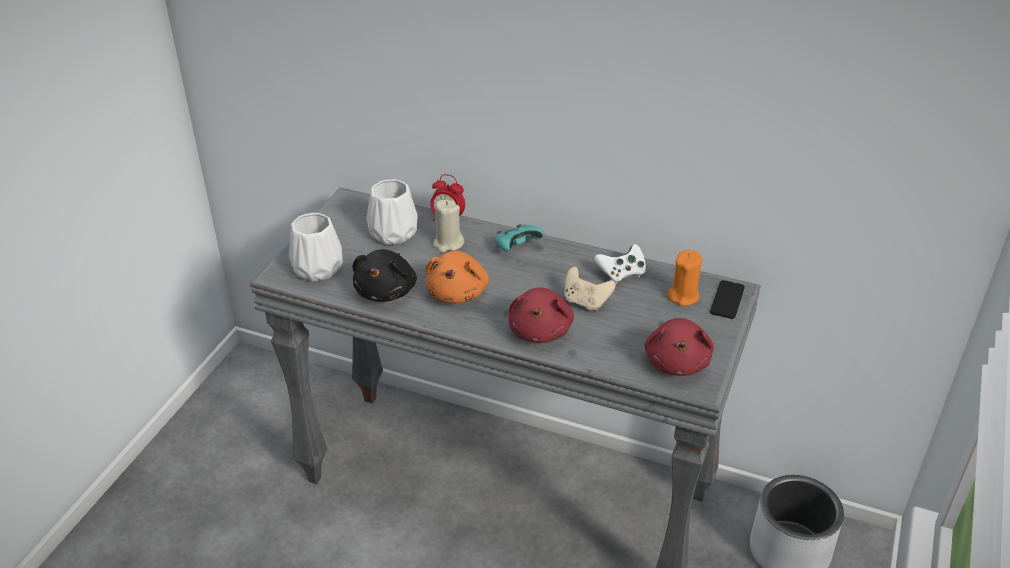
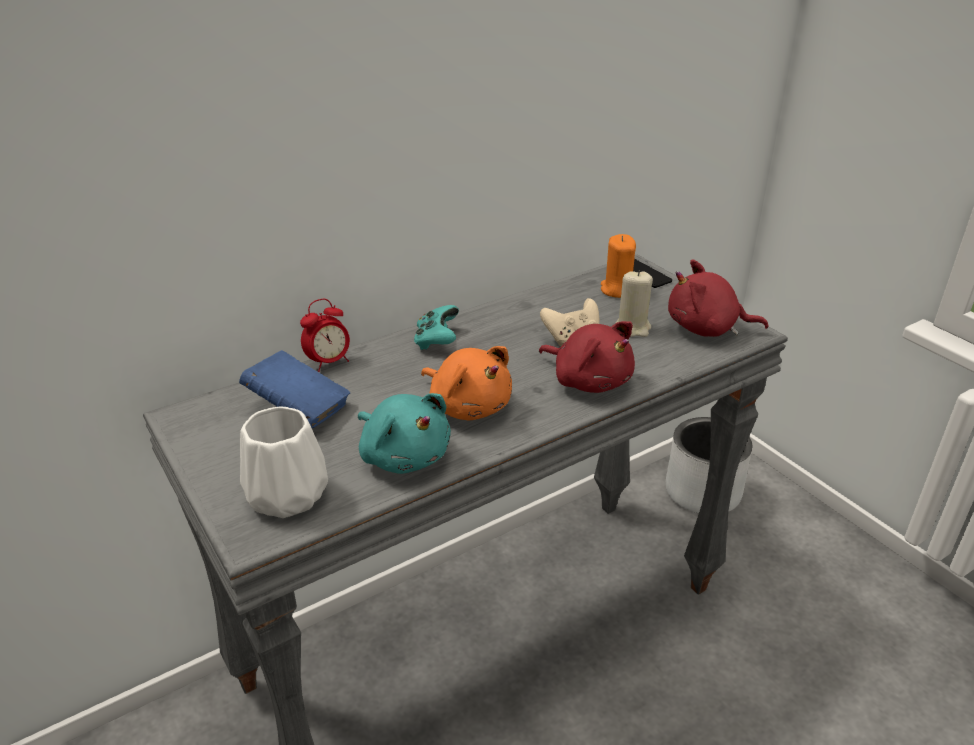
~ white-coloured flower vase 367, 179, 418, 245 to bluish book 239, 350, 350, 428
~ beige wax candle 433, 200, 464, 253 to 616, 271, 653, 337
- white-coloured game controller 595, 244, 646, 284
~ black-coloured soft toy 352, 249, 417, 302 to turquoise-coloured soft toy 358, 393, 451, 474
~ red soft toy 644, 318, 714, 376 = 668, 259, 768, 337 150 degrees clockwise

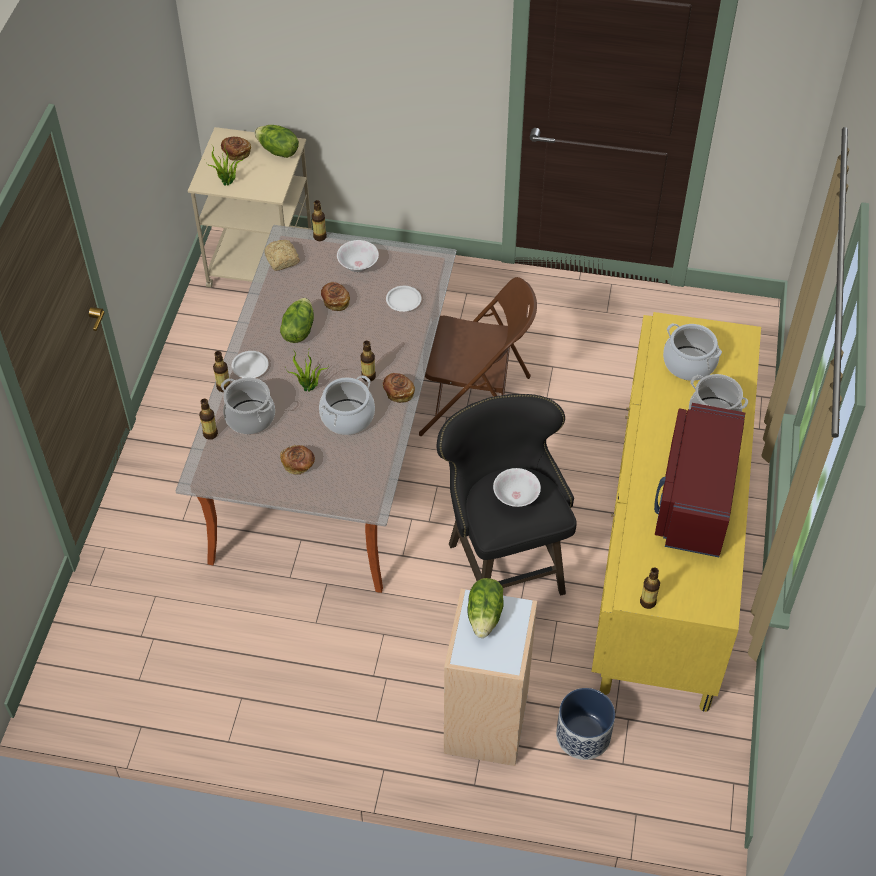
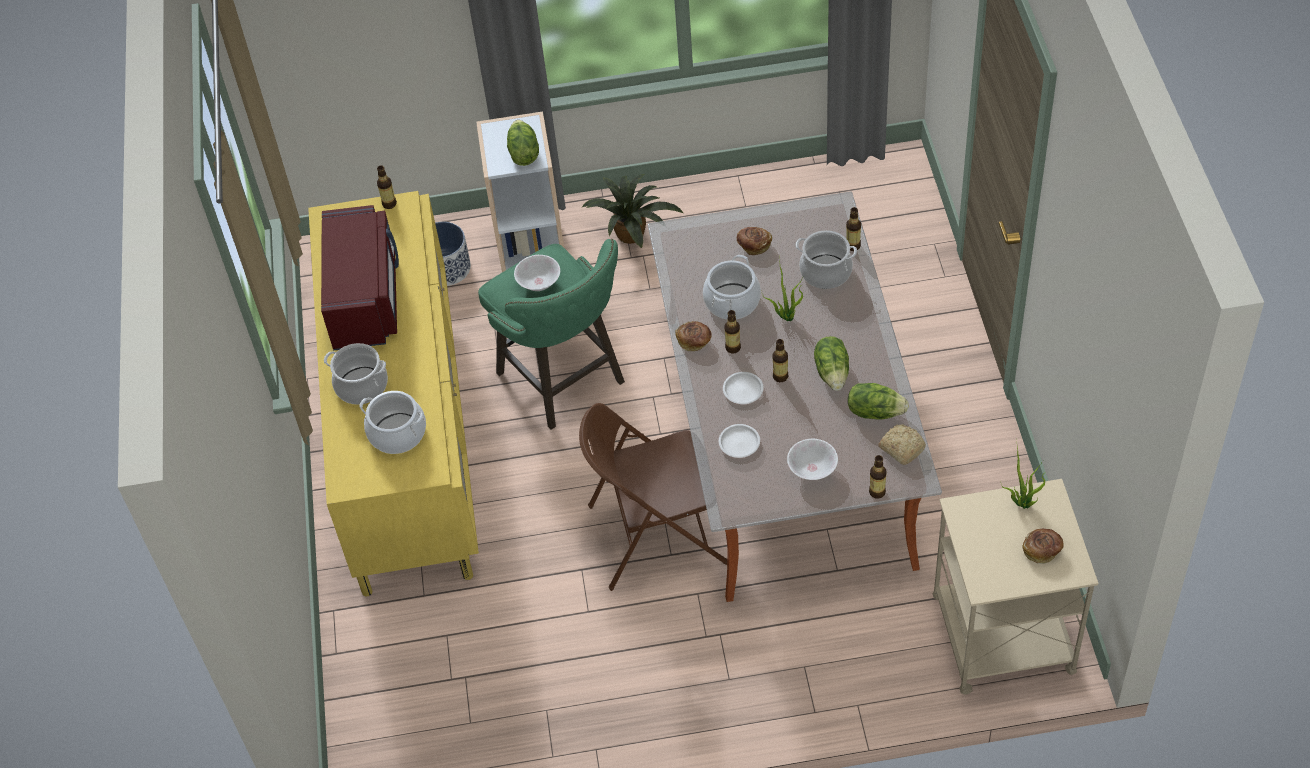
~ lettuce head 254, 125, 299, 158 to 848, 383, 909, 419
- bread 321, 282, 350, 311
~ beverage bottle 213, 351, 231, 392 to 773, 339, 789, 382
~ white-coloured flat dish 231, 351, 268, 378 to 723, 372, 764, 404
~ black-coloured stool seat 437, 394, 576, 596 to green-coloured stool seat 478, 239, 625, 430
+ potted plant 581, 174, 683, 248

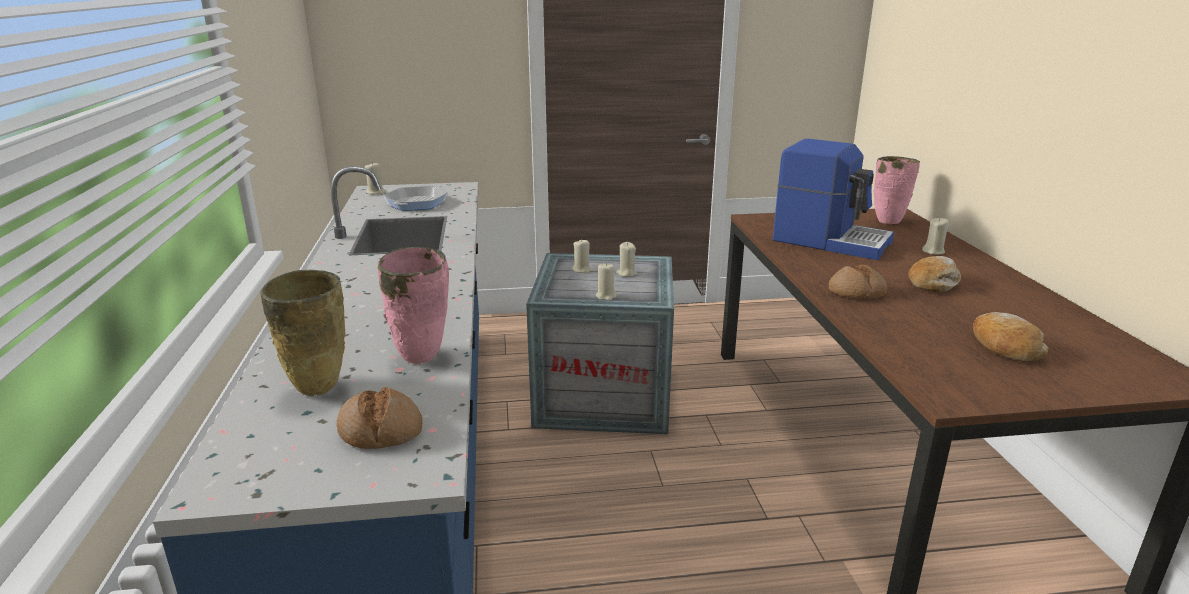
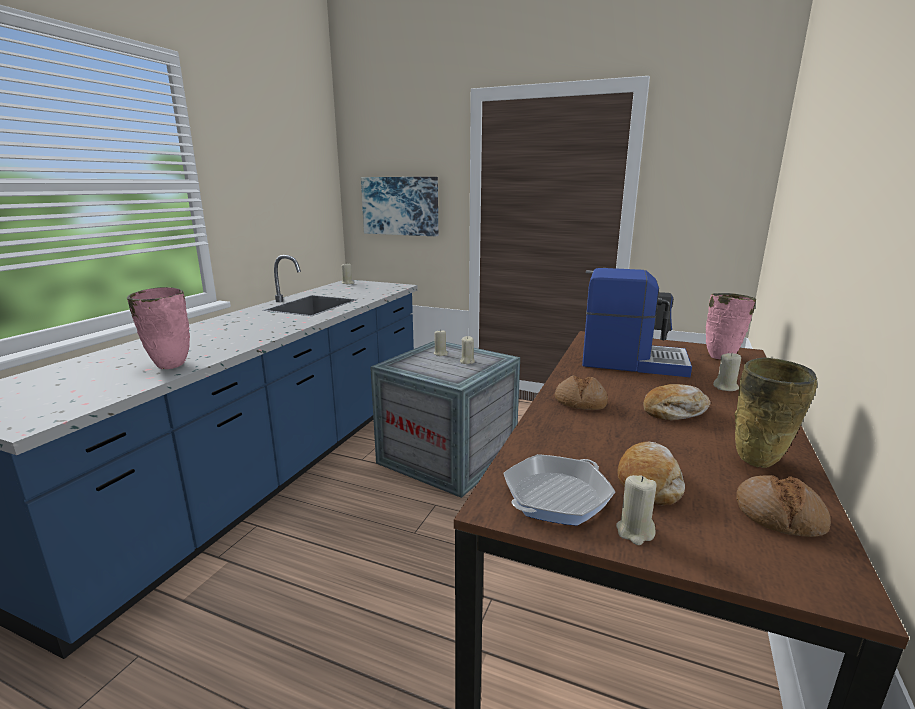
~ coffee brewer 773, 139, 894, 260 = 582, 268, 692, 377 45 degrees counterclockwise
~ frying pan 384, 185, 448, 211 to 503, 454, 615, 526
~ beige wax candle 596, 263, 617, 301 to 616, 475, 656, 545
~ beige flower vase 260, 270, 345, 396 to 734, 358, 817, 468
~ bread 337, 387, 422, 449 to 736, 475, 831, 537
+ wall picture 361, 177, 438, 236

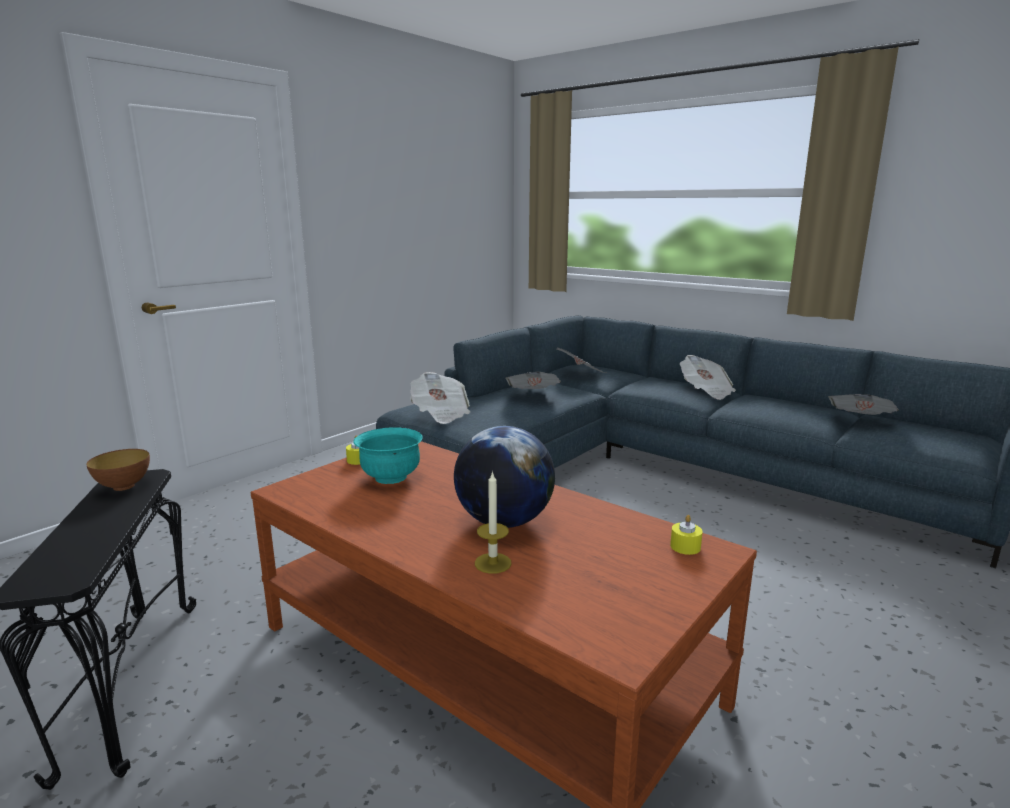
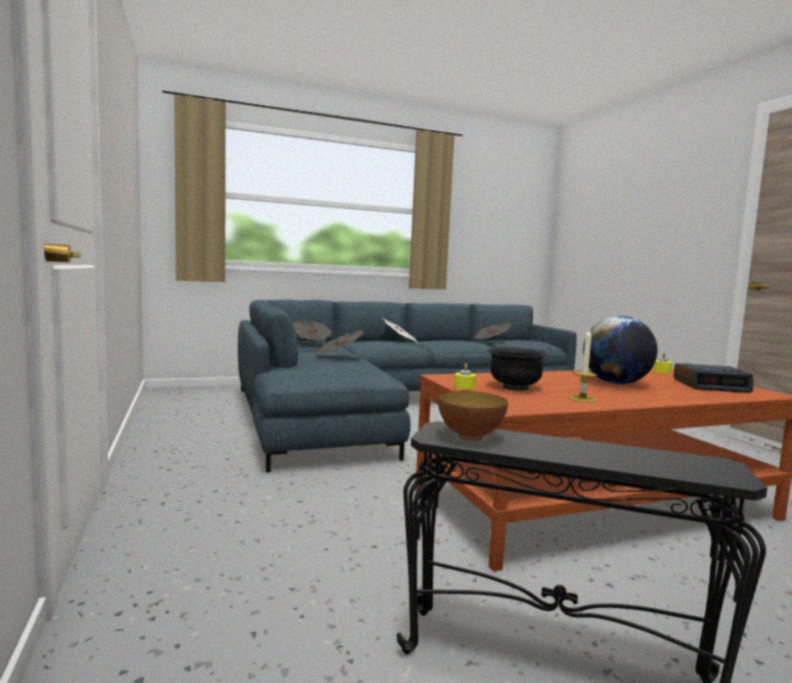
- printed paper 410, 372, 470, 424
~ turquoise-coloured deep dish 353, 427, 423, 484 to black-coloured deep dish 488, 347, 548, 390
~ wax candle 475, 471, 512, 574 to 569, 330, 597, 402
+ alarm clock 673, 363, 753, 393

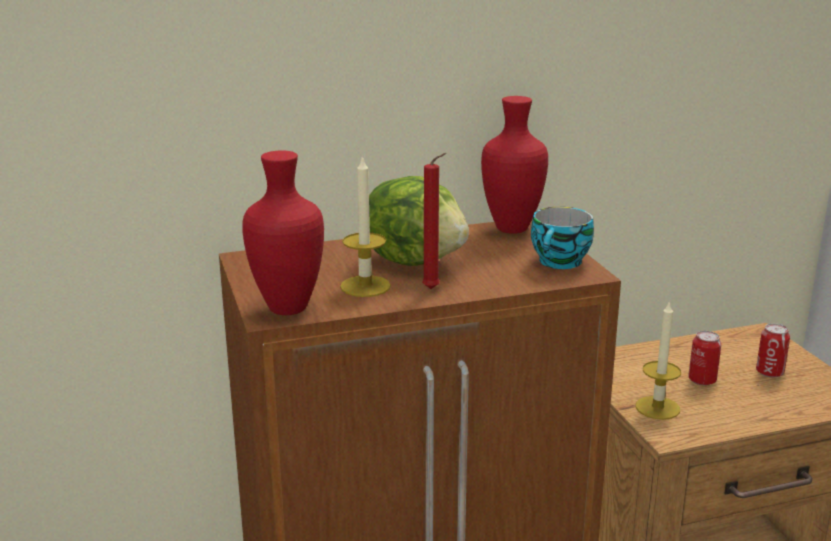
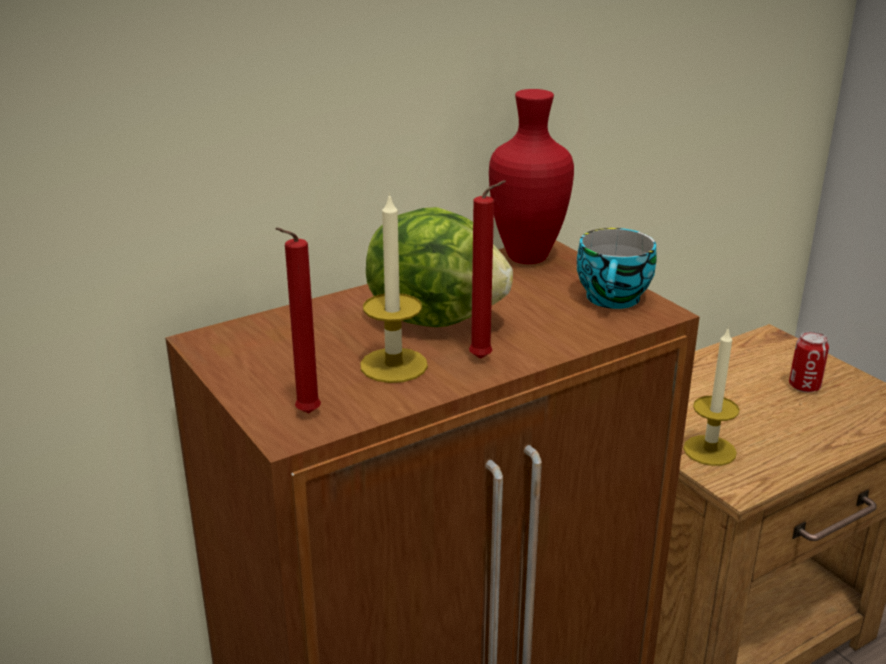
~ red flower vase 242, 150, 324, 315 to red wax candle 275, 228, 321, 413
- can 688, 331, 721, 386

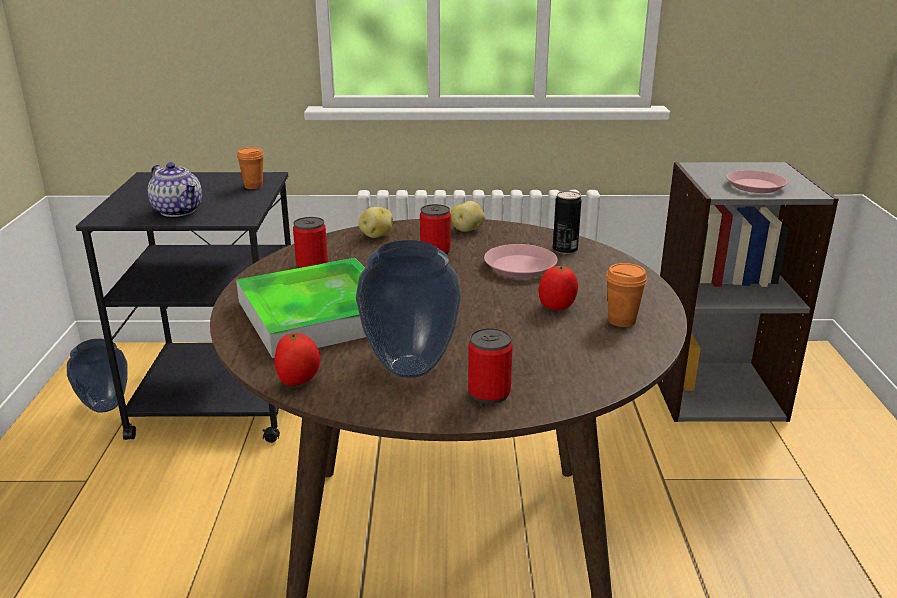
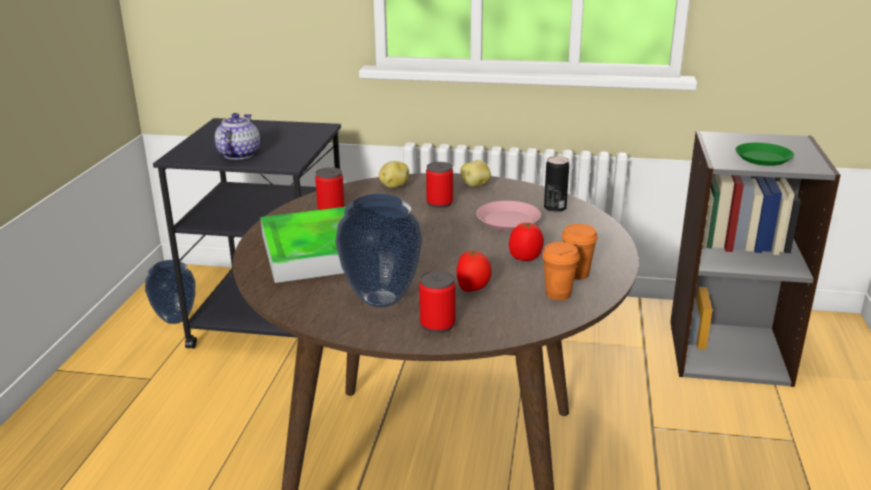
~ orange cup 237, 147, 264, 189 to 542, 242, 580, 300
~ pot for tea 148, 162, 202, 217 = 215, 113, 260, 160 135 degrees counterclockwise
~ pink-coloured flat dish 726, 170, 788, 193 to green-coloured flat dish 735, 143, 794, 166
~ fresh tomato 275, 332, 320, 386 to 457, 250, 492, 292

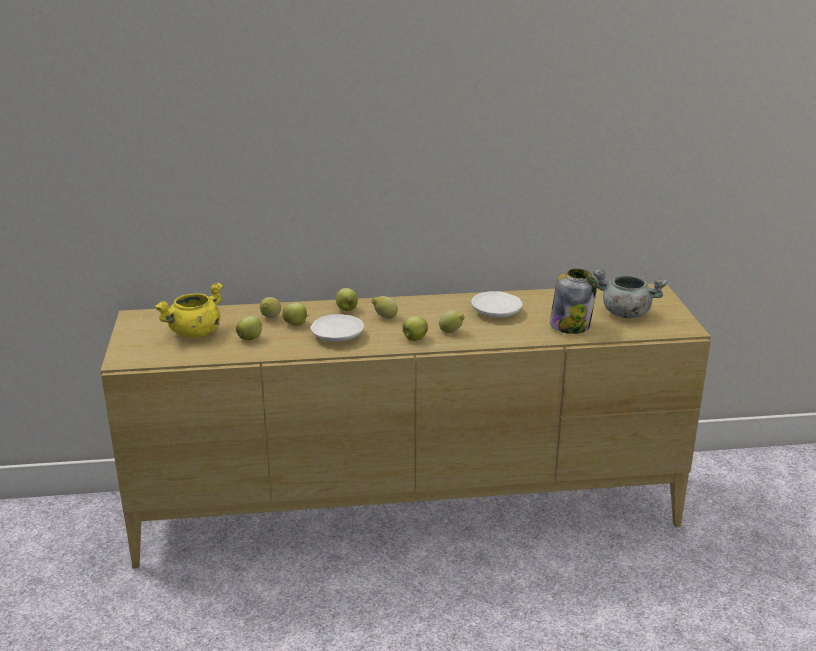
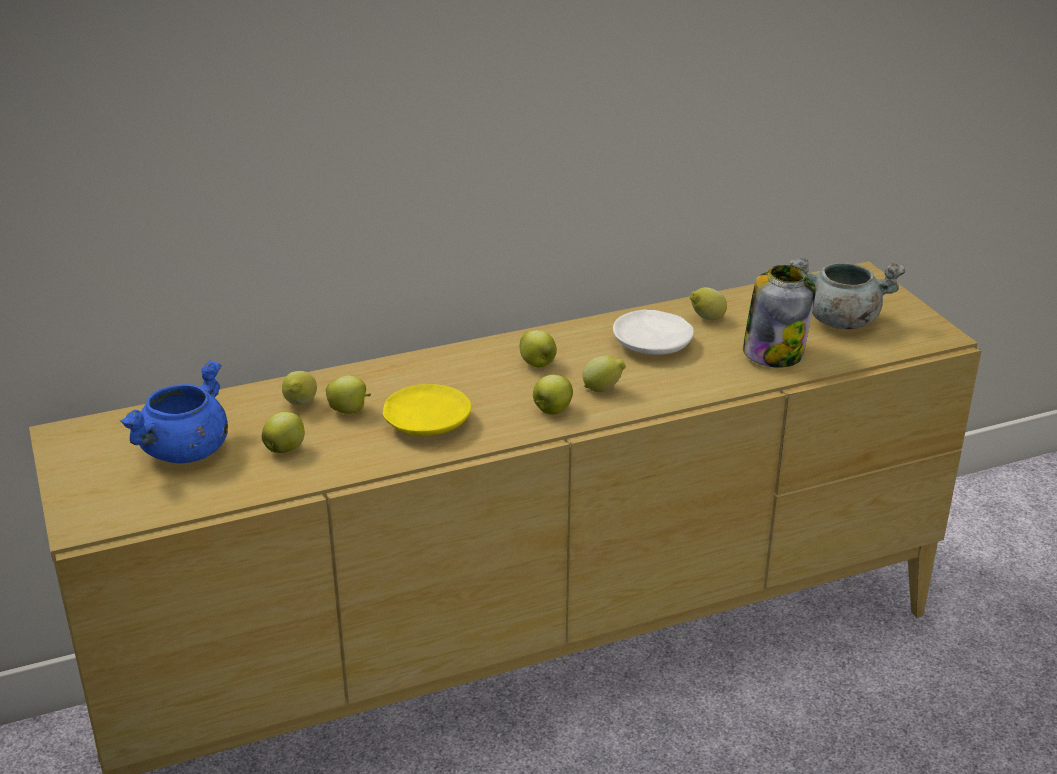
~ yellow-coloured stockpot 155, 283, 223, 338 to bluish stockpot 120, 360, 228, 463
~ whole apple 336, 288, 358, 311 to 520, 330, 557, 368
~ whole lemon 371, 296, 398, 318 to 690, 287, 727, 320
~ white-coloured flat dish 310, 314, 364, 342 to yellow-coloured flat dish 383, 384, 471, 436

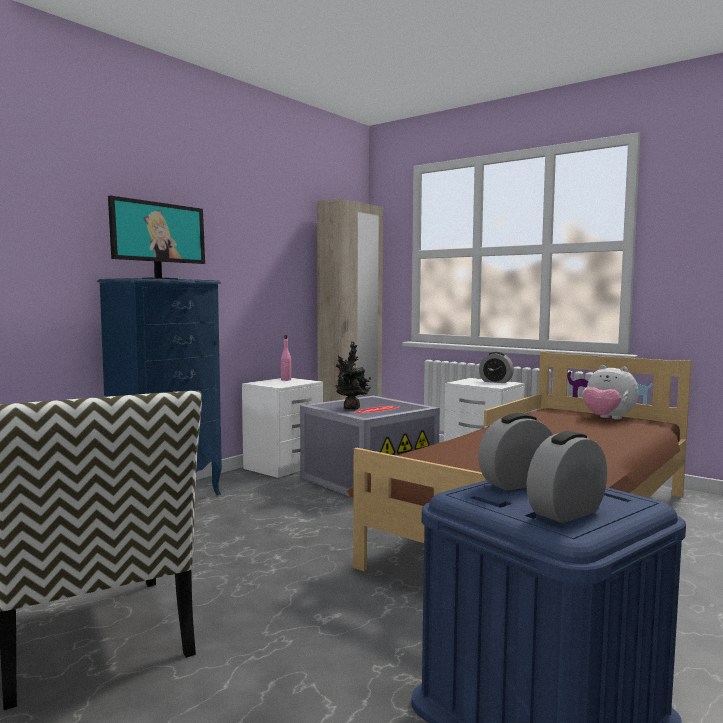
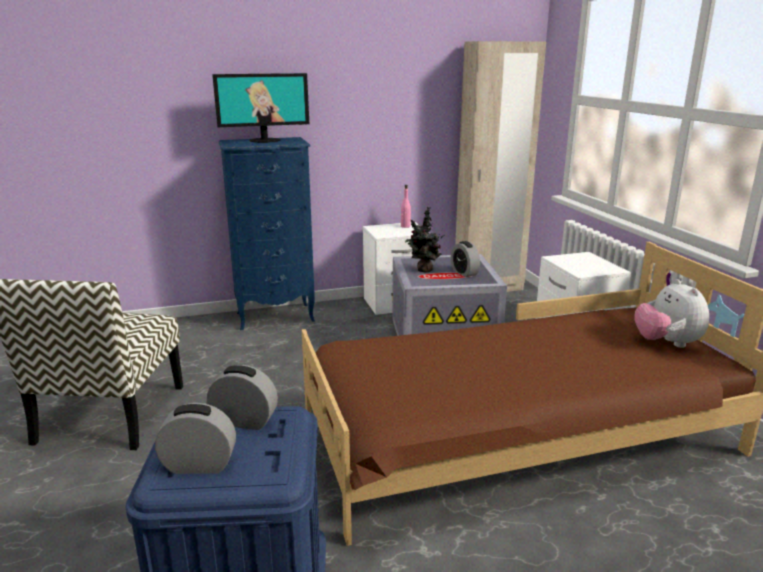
~ alarm clock 479, 352, 514, 383 to 451, 241, 480, 277

